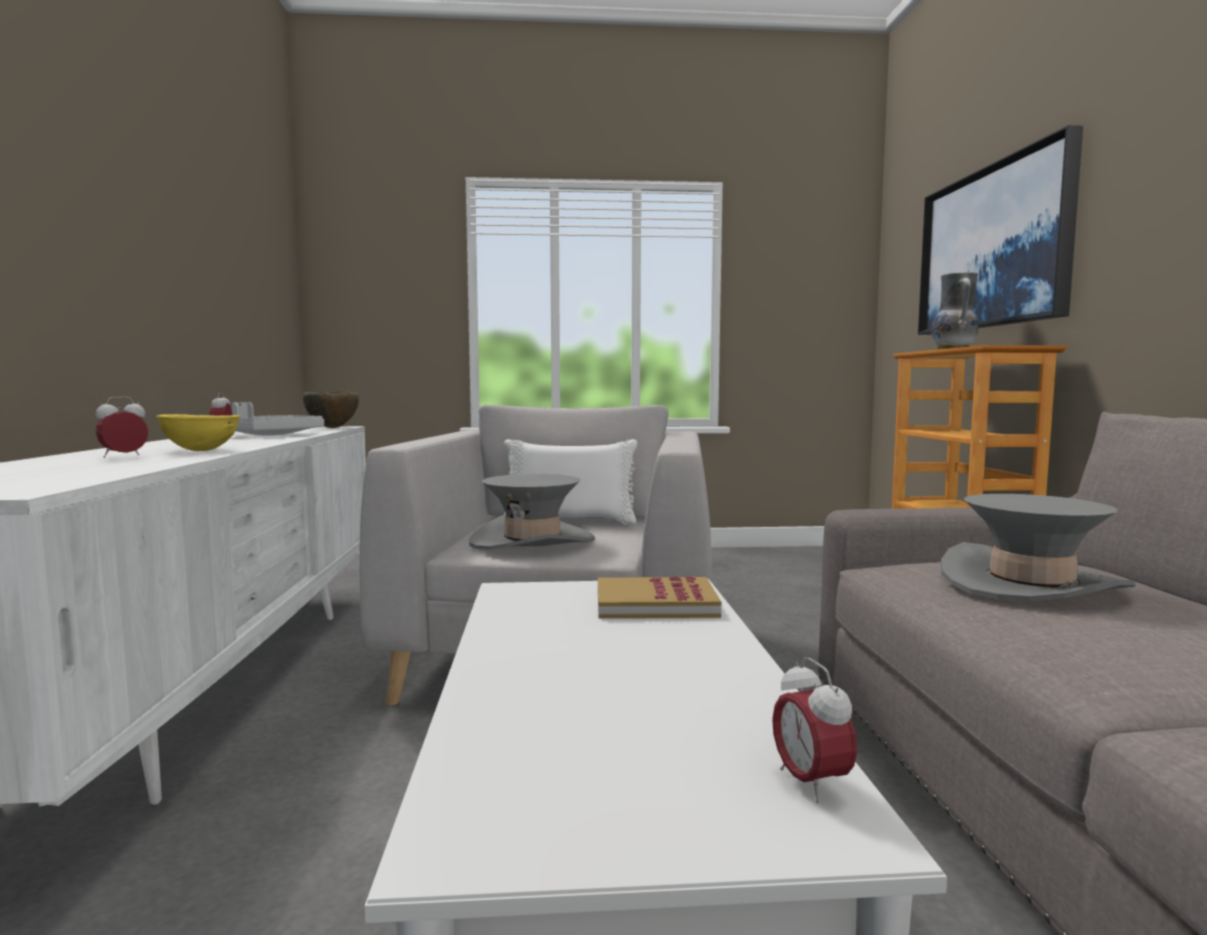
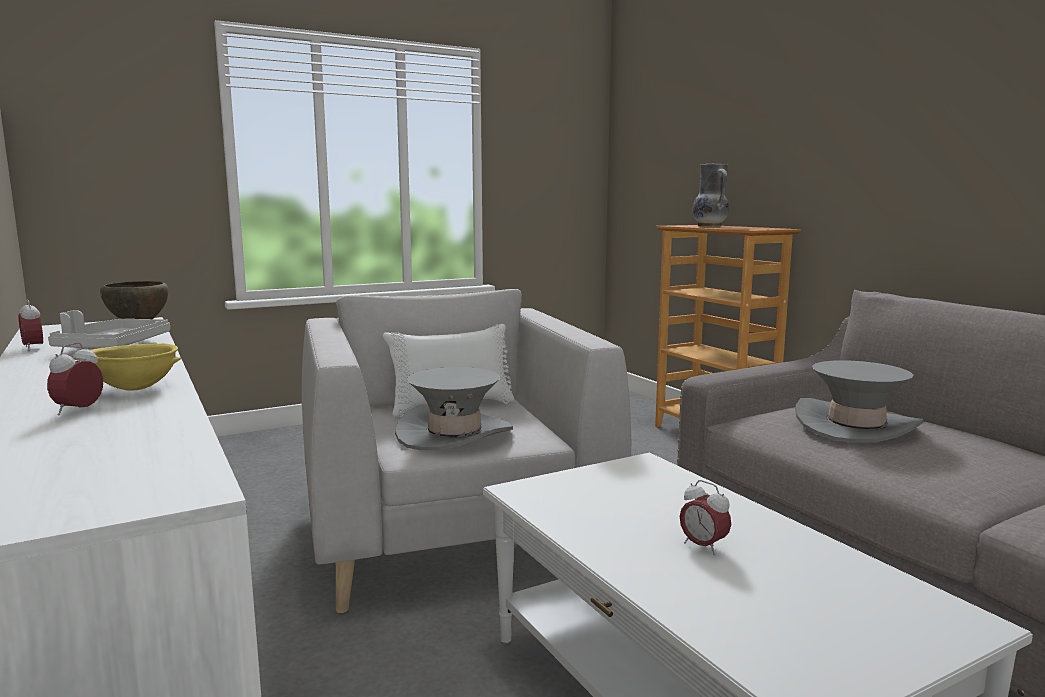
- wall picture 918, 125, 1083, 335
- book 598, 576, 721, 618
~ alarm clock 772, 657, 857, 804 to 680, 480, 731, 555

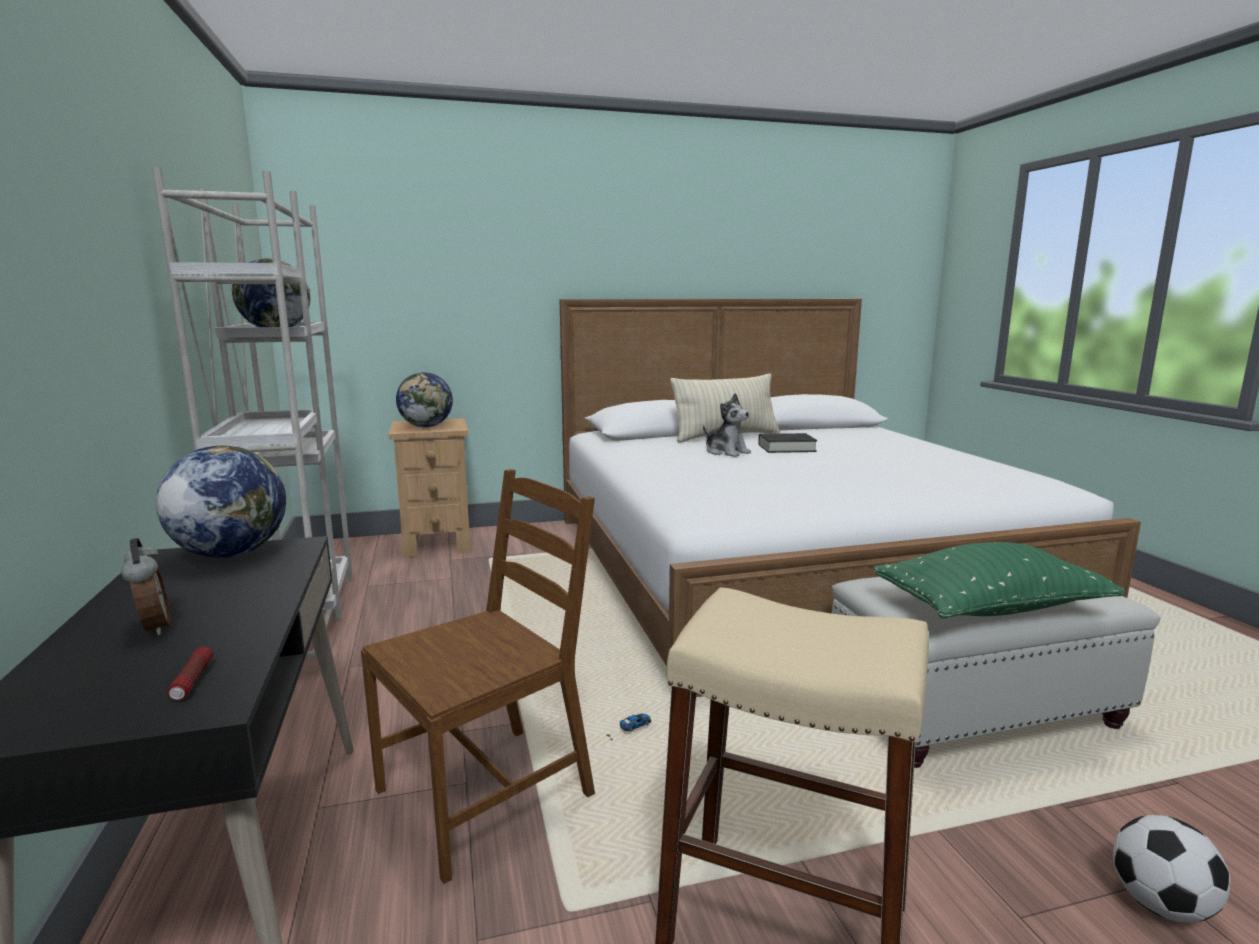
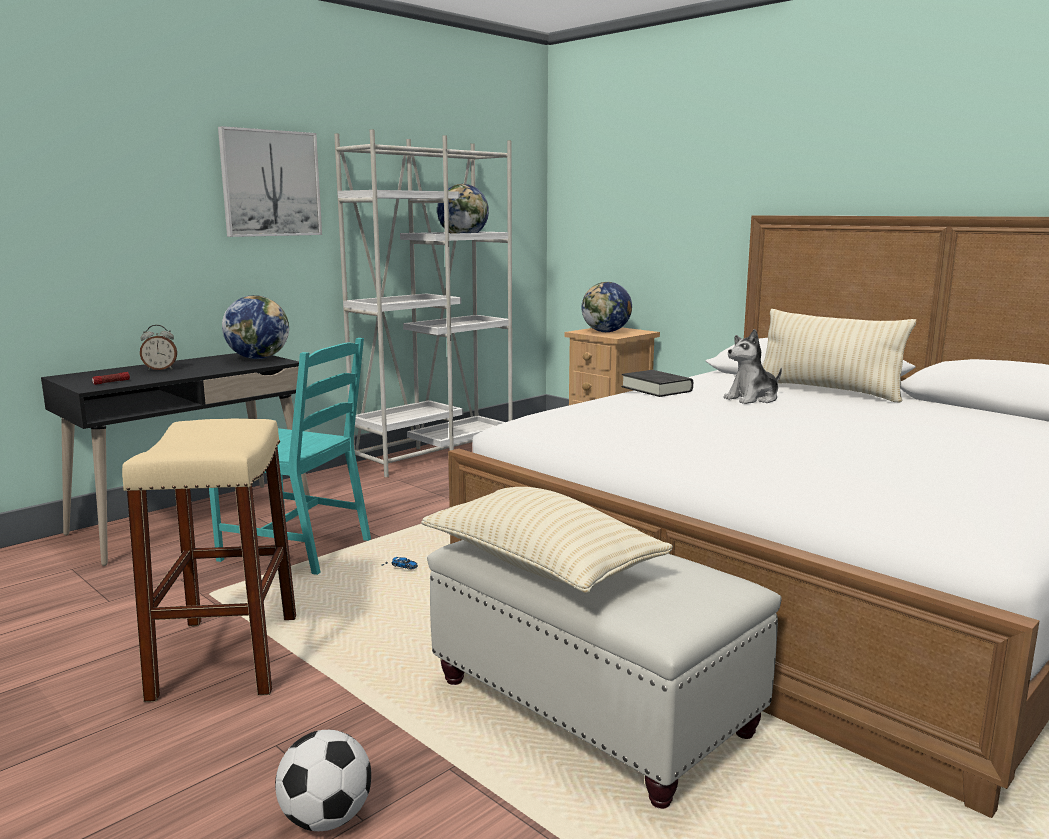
~ soft toy 703, 393, 751, 457 = 723, 329, 782, 404 45 degrees clockwise
~ black-coloured book 758, 433, 817, 453 to 621, 370, 693, 397
~ brown chair 361, 469, 595, 884 to turquoise-coloured chair 209, 338, 371, 575
~ alarm clock 121, 538, 171, 636 = 140, 325, 177, 370 45 degrees clockwise
~ green-coloured pillow 873, 542, 1125, 618 to beige pillow 421, 487, 673, 593
+ wall picture 218, 126, 322, 237

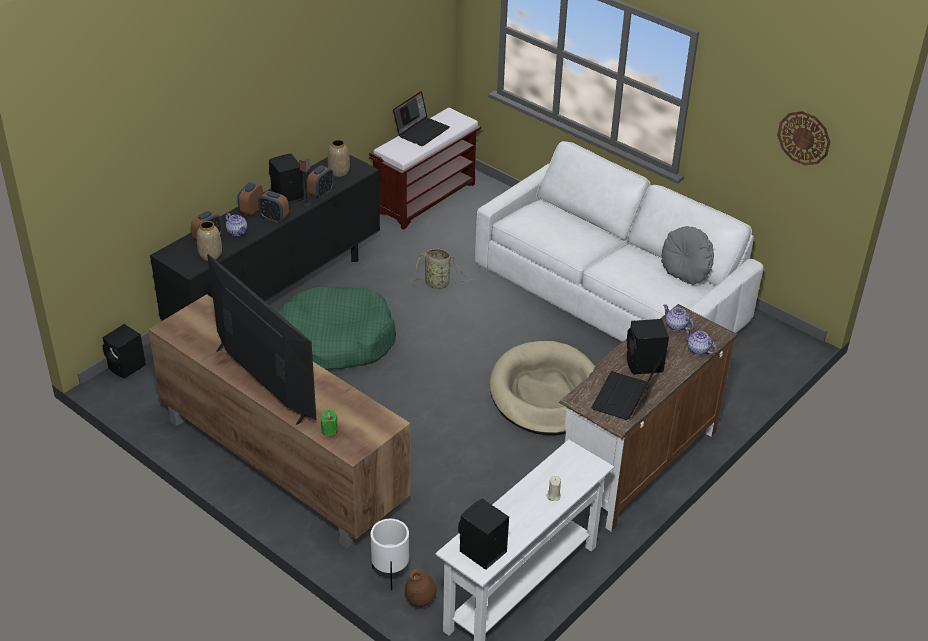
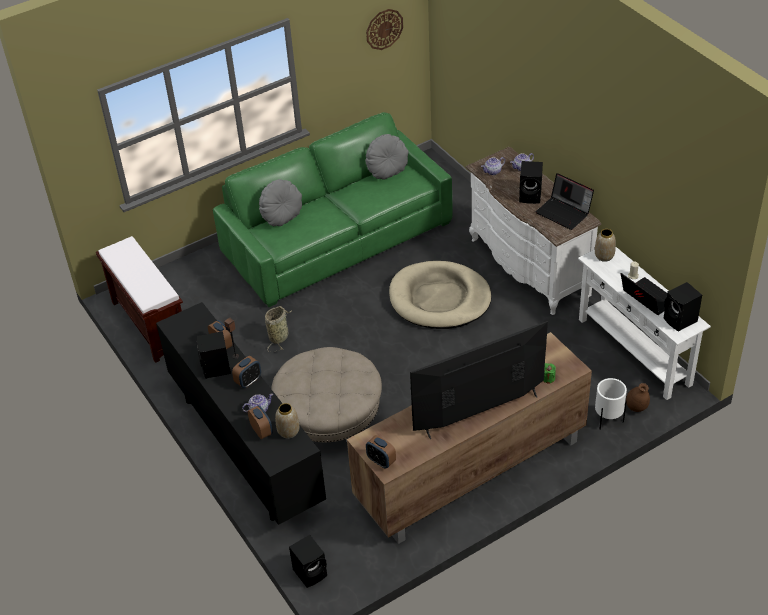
~ portable computer 393, 91, 449, 146 to 621, 273, 667, 315
~ flower vase 328, 139, 350, 177 to 595, 229, 616, 262
~ white-coloured settee 475, 141, 764, 342 to green-coloured settee 213, 112, 453, 307
~ alarm clock 238, 182, 263, 216 to 366, 435, 396, 469
~ green-coloured dog cushion 278, 287, 396, 370 to beige pouffe 271, 347, 382, 443
+ greyish pillow 259, 179, 302, 226

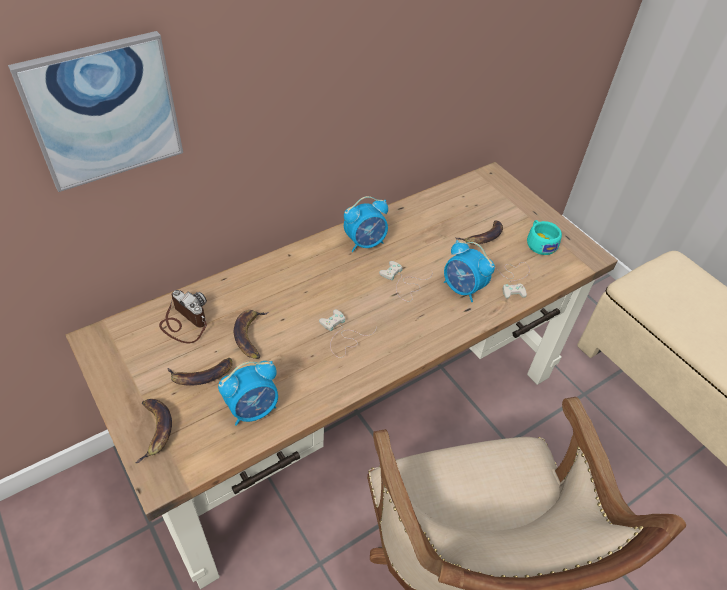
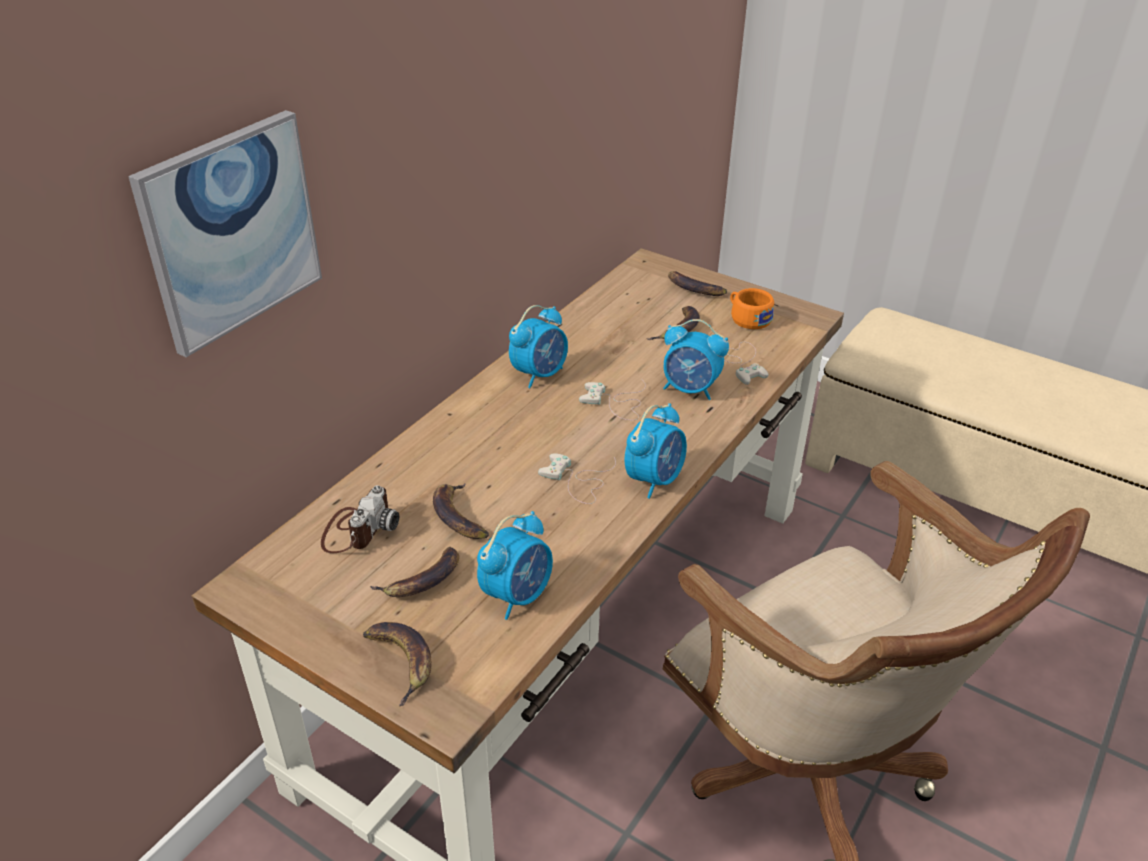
~ turquoise-coloured cup 527, 220, 562, 255 to orange cup 730, 288, 774, 329
~ still camera 159, 290, 207, 344 = 321, 485, 399, 554 90 degrees clockwise
+ whole banana 668, 271, 727, 296
+ alarm clock 624, 403, 687, 499

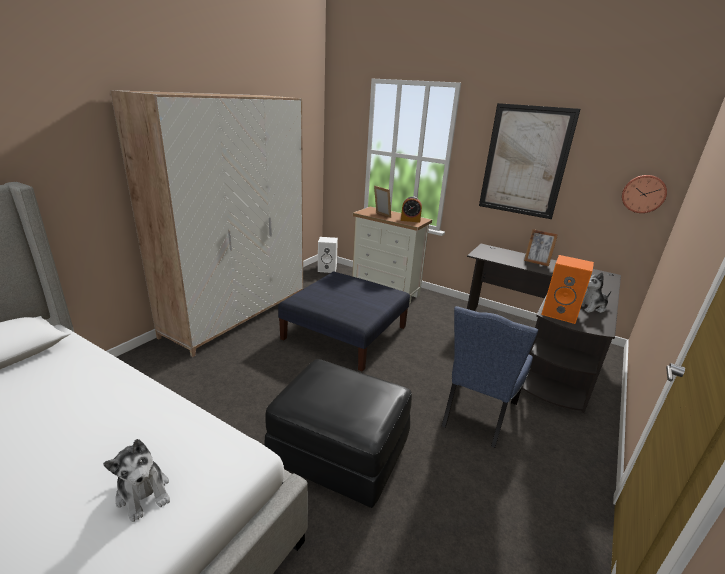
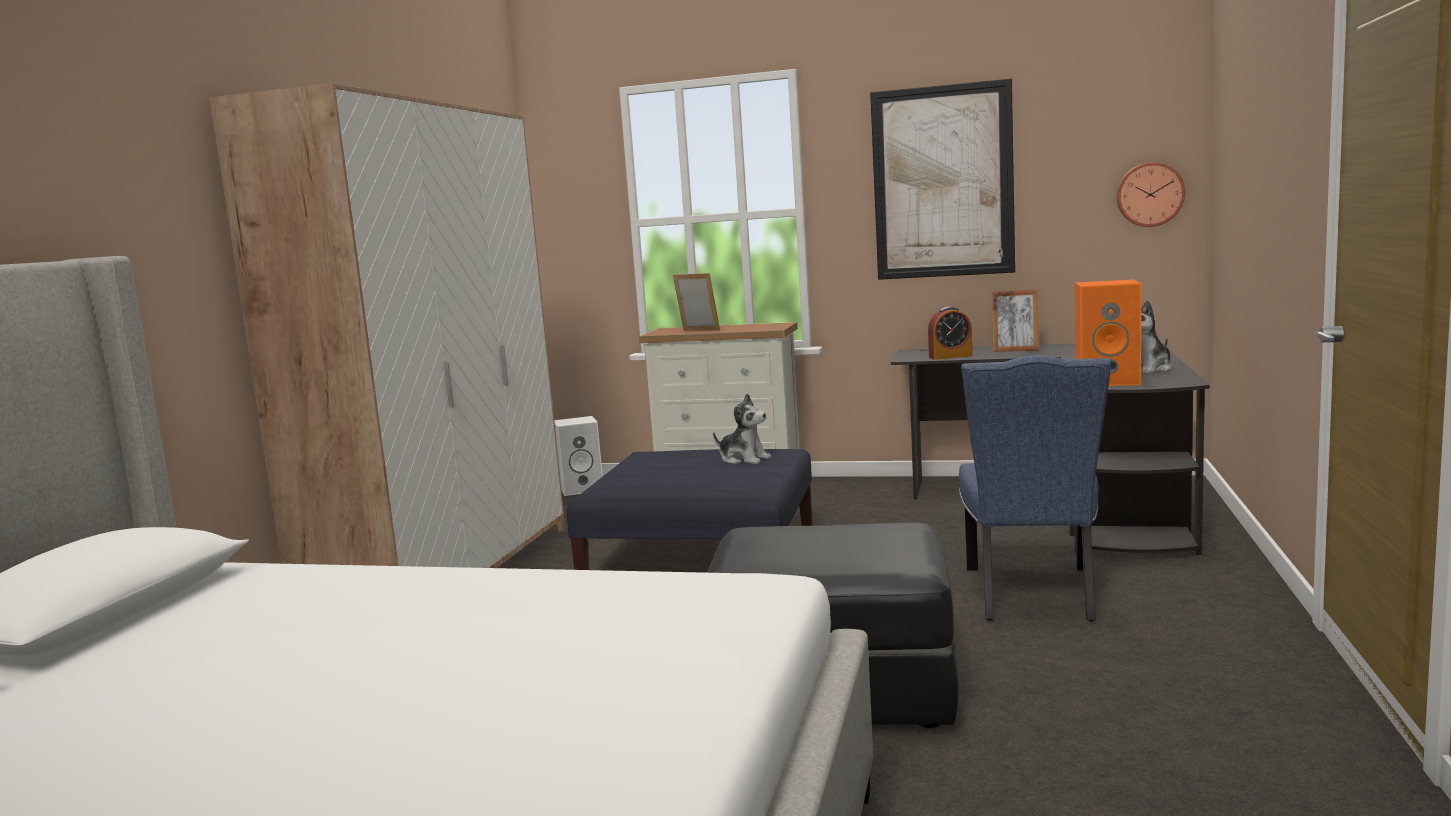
~ alarm clock 401, 196, 422, 223 to 928, 307, 972, 360
~ soft toy 103, 439, 170, 522 to 713, 393, 771, 464

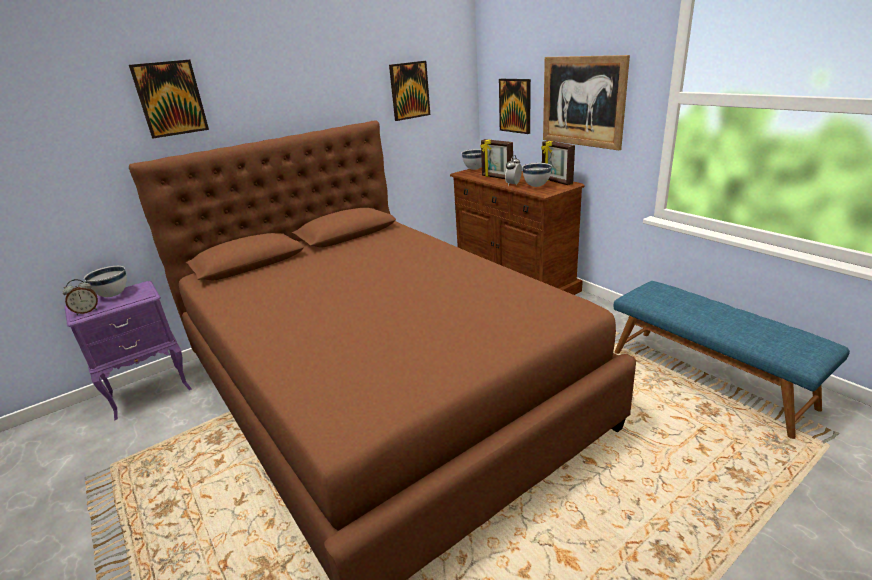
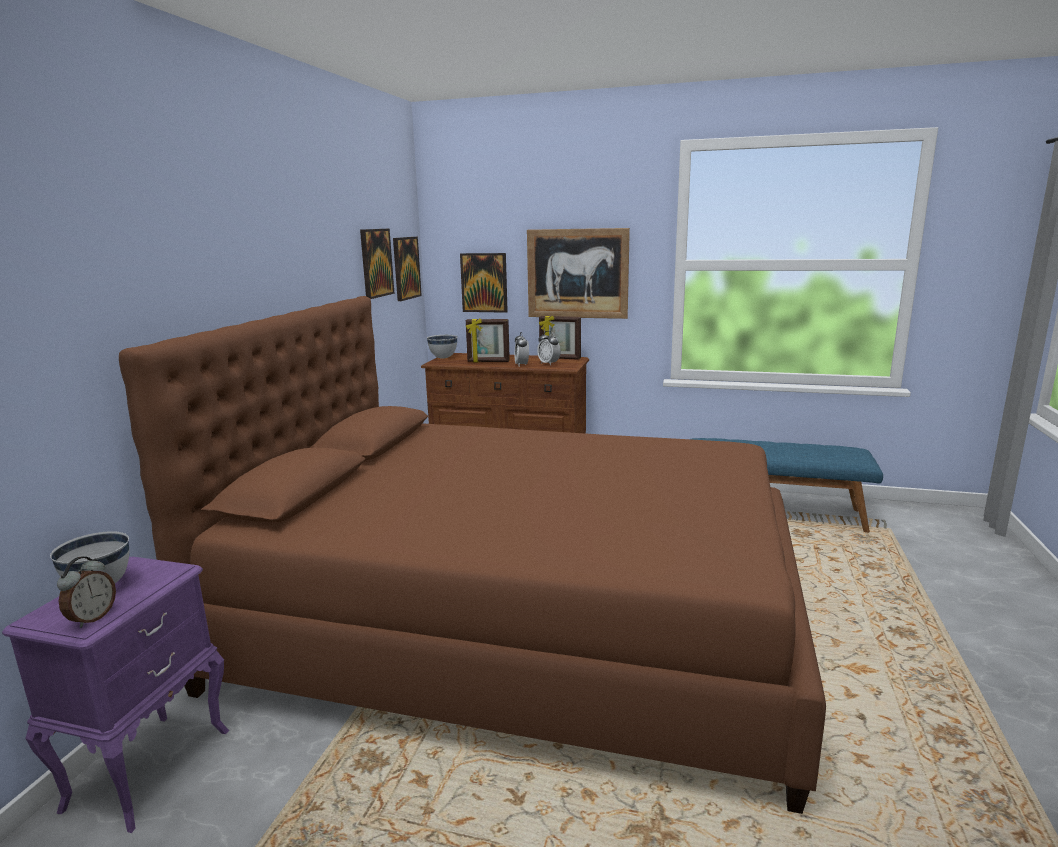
~ wall picture 129, 60, 209, 138 to 393, 237, 422, 301
~ white-coloured deep dish 522, 163, 552, 187 to alarm clock 537, 331, 561, 365

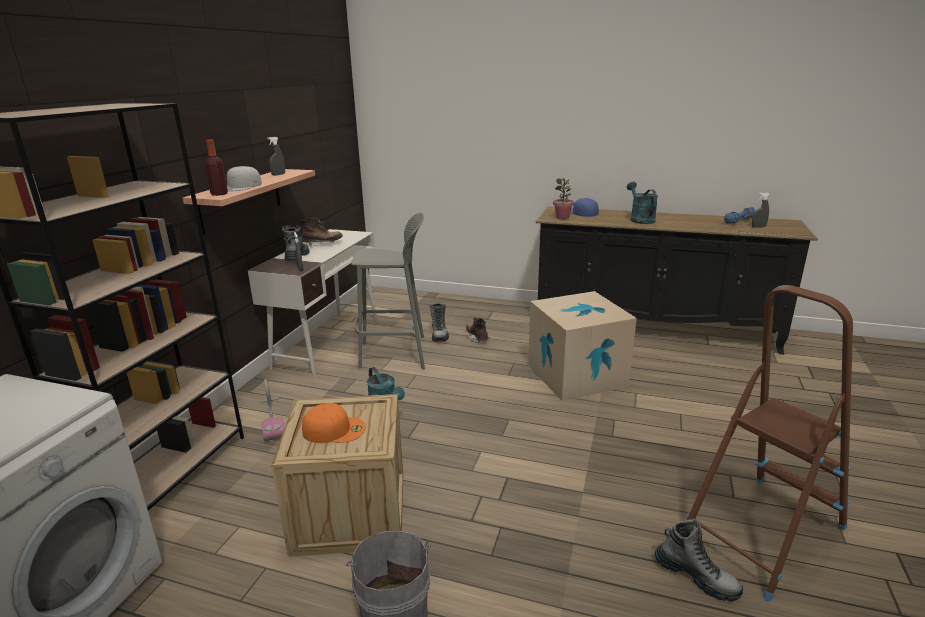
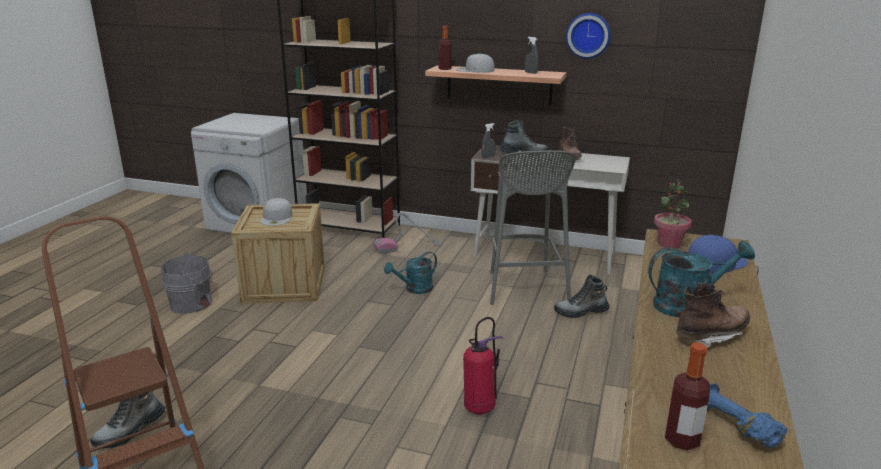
~ greyish sprayer 752, 192, 770, 228 to beverage bottle 665, 342, 710, 451
~ carton 528, 291, 637, 401 to fire-fighting cylinder 463, 317, 503, 415
~ brown tall boot 466, 317, 490, 343 to 676, 283, 750, 348
~ orange peaked cap 302, 403, 366, 443 to white-coloured peaked cap 261, 198, 292, 226
+ hanging clock 566, 13, 611, 58

